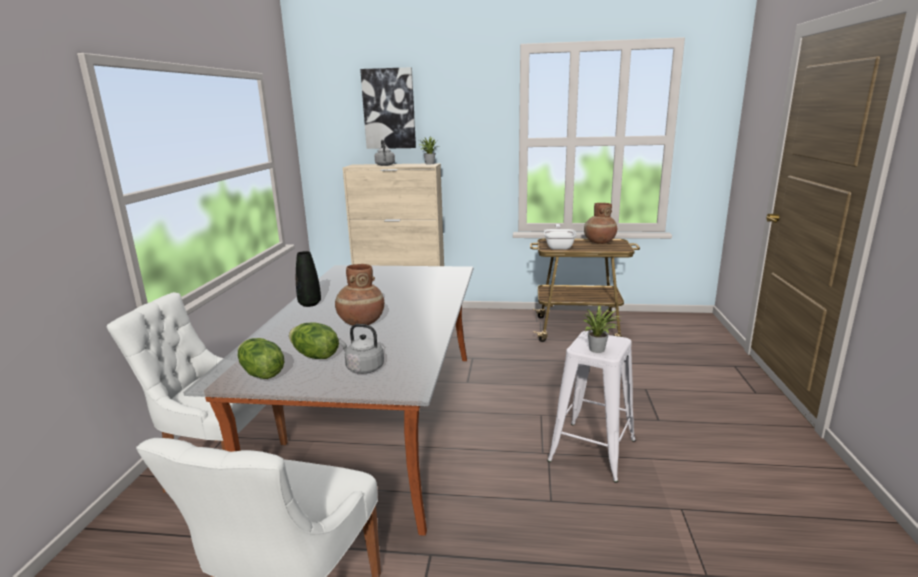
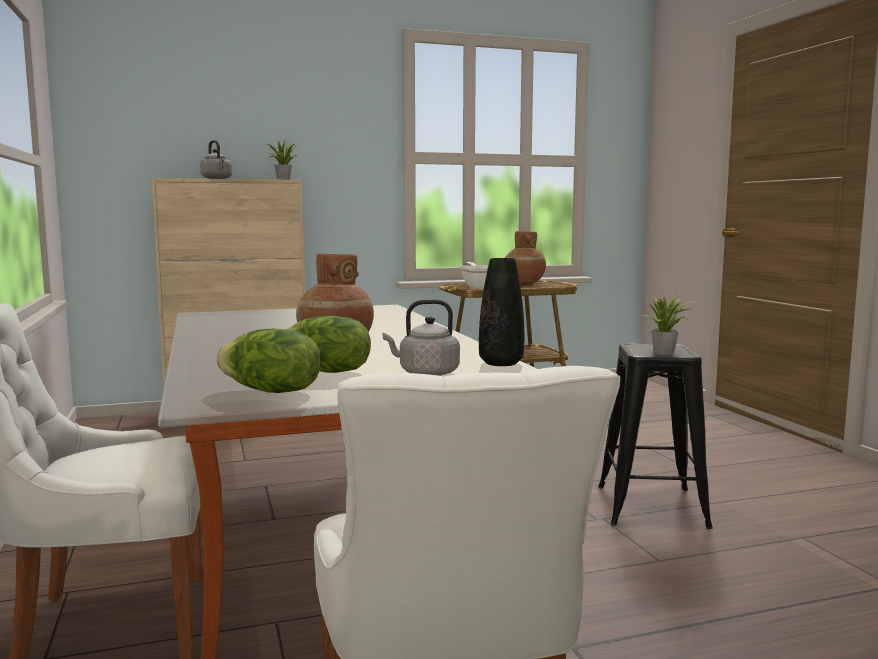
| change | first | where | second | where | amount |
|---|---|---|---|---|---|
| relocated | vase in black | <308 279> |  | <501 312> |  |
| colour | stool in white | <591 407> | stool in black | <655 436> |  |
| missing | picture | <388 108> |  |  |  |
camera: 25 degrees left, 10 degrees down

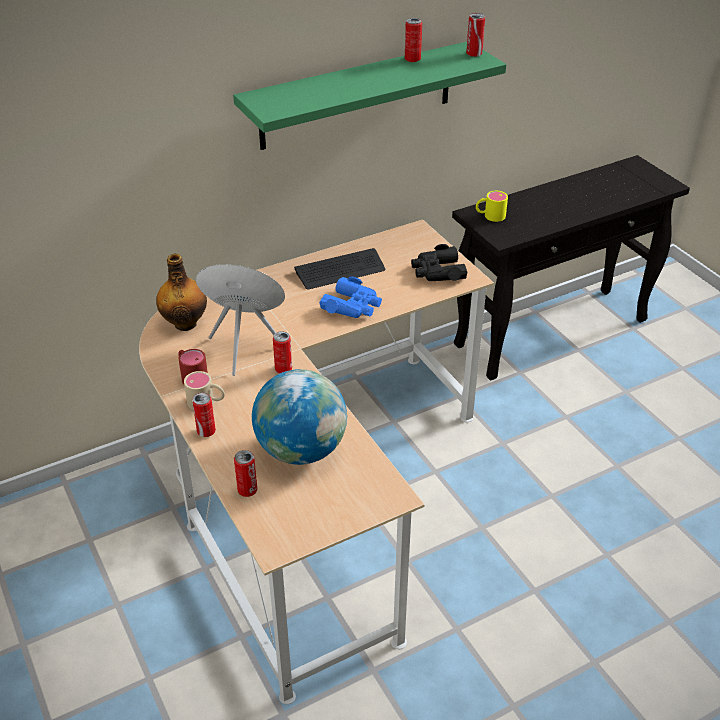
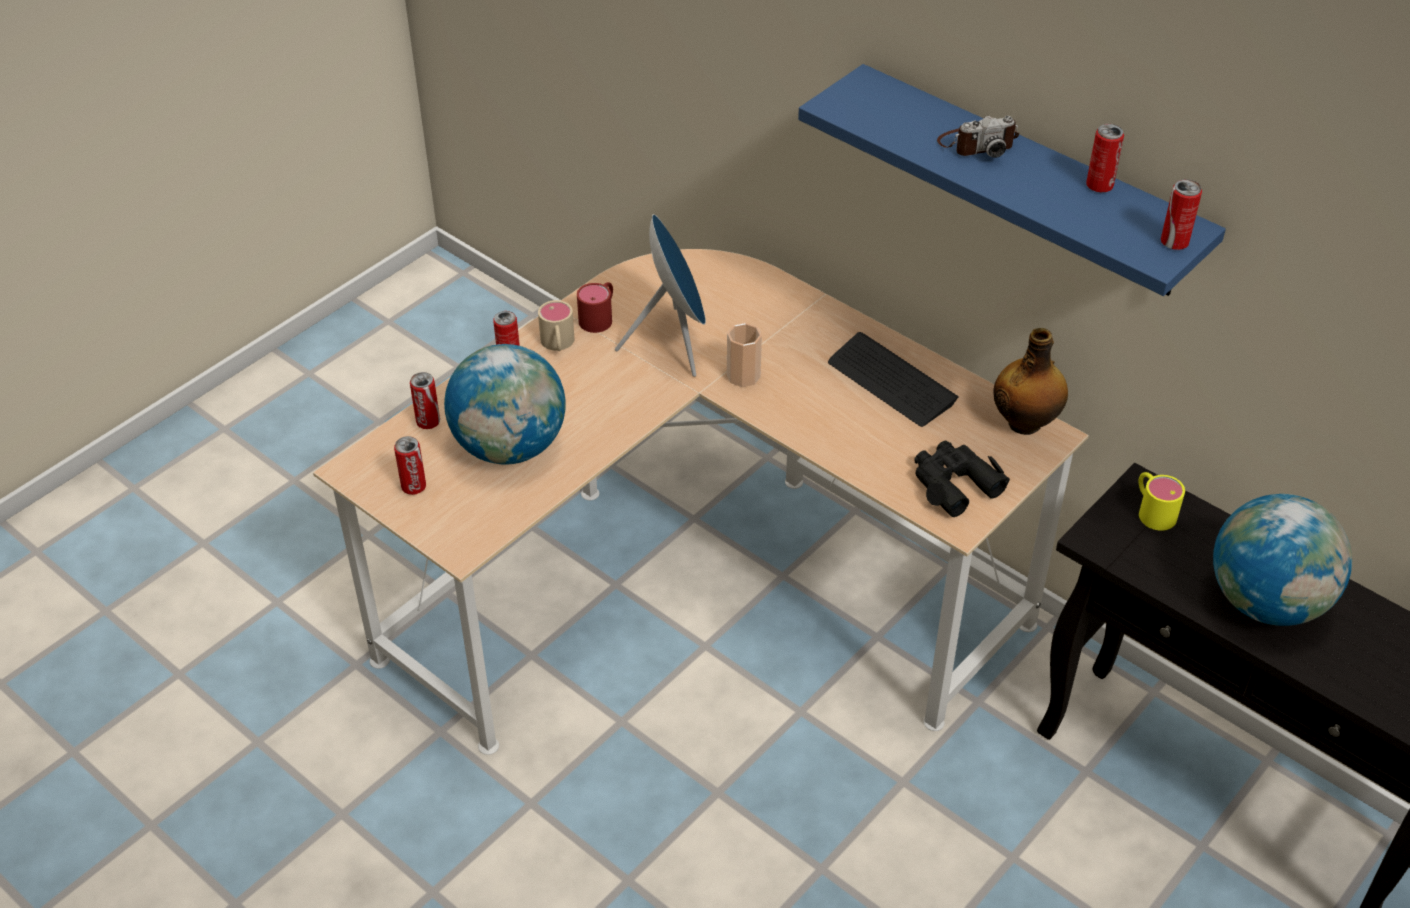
| change | first | where | second | where | amount |
|---|---|---|---|---|---|
| relocated | can | <282 352> |  | <410 465> |  |
| appeared |  |  | cup | <744 355> |  |
| colour | shelf in green | <369 96> | shelf in blue | <1012 180> |  |
| appeared |  |  | photo camera | <978 137> |  |
| relocated | bottle | <181 292> |  | <1031 381> |  |
| appeared |  |  | globe | <1282 560> |  |
| missing | binoculars in blue | <350 297> |  |  |  |
camera: 70 degrees right, 5 degrees up

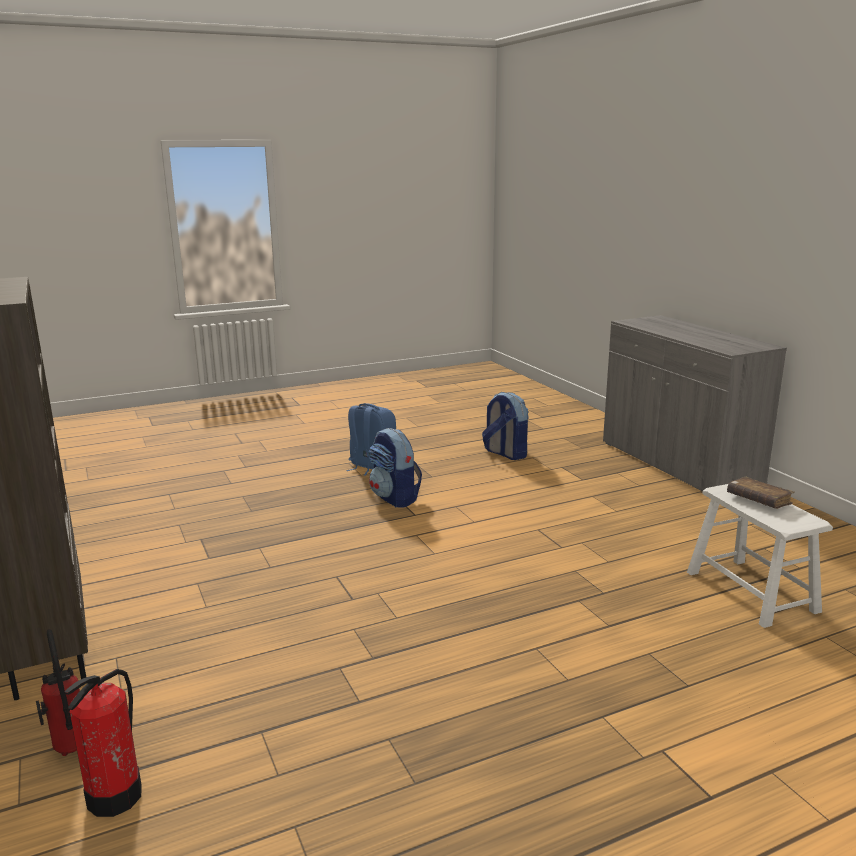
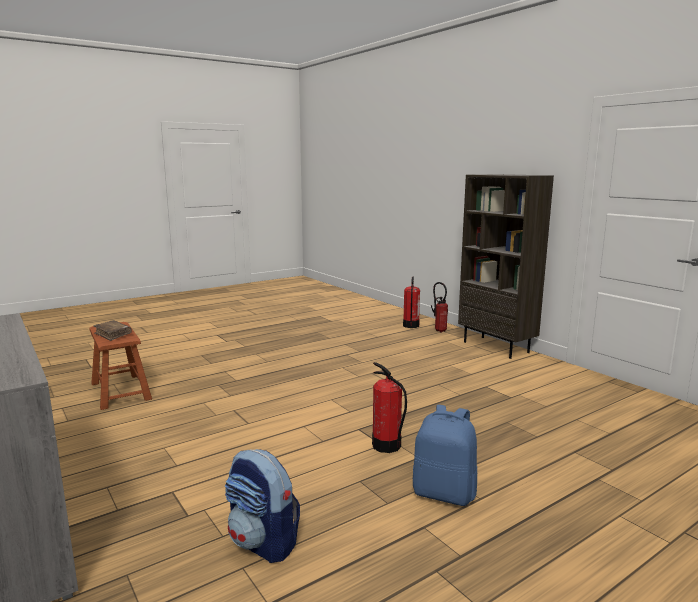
| change | first | where | second | where | amount |
|---|---|---|---|---|---|
| colour | stool in white | <760 556> | stool in brown | <120 366> |  |
| exchanged | backpack | <395 467> | fire extinguisher | <389 407> |  |
camera: 170 degrees right, 5 degrees down

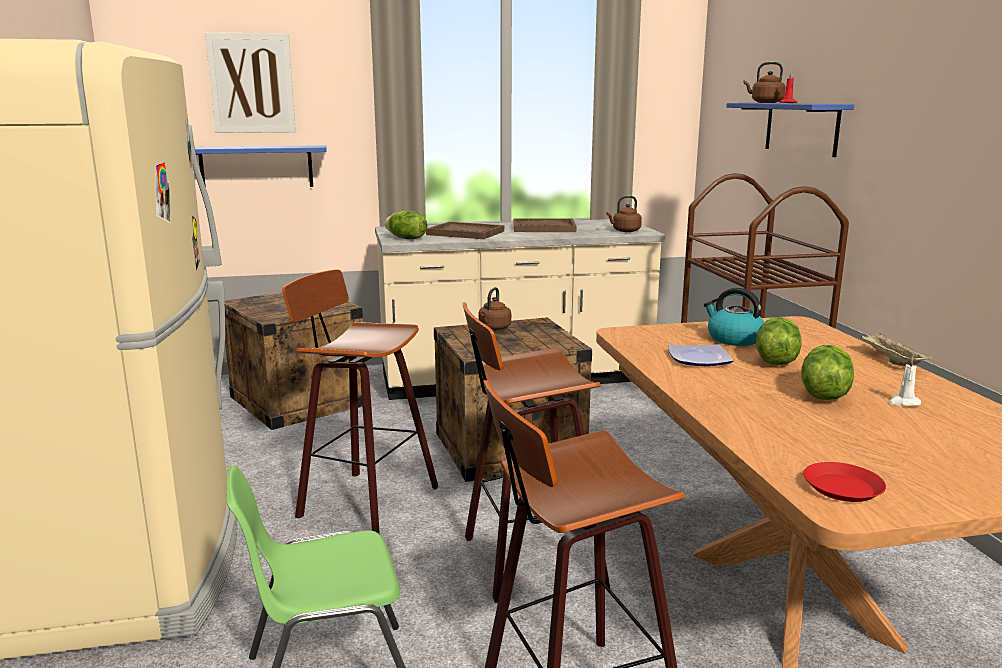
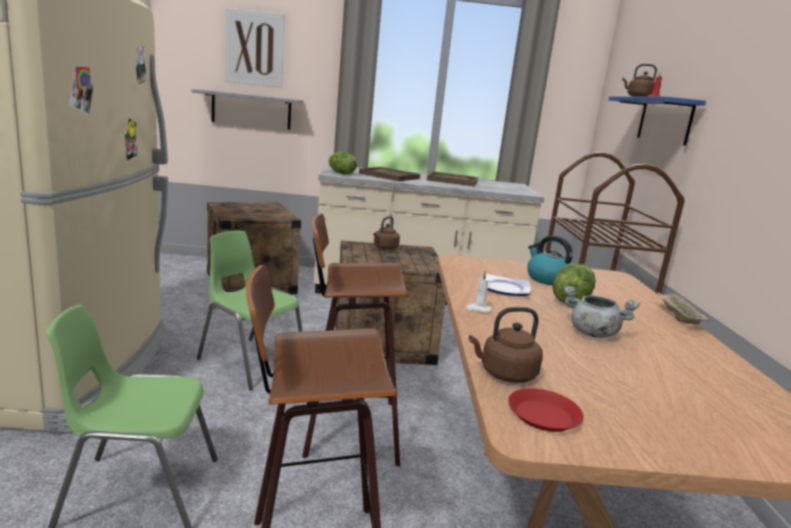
| change | first | where | second | where | amount |
|---|---|---|---|---|---|
| colour | shelf in blue | <261 166> | shelf in grey | <247 109> |  |
| exchanged | stool | <360 402> | chair in green | <250 310> |  |
| relocated | candle in white | <904 381> |  | <478 292> |  |
| relocated | kettle in brown | <624 214> |  | <506 345> |  |
| exchanged | lettuce | <827 372> | cooking pot in grey | <601 312> |  |
camera: 10 degrees right, 0 degrees up

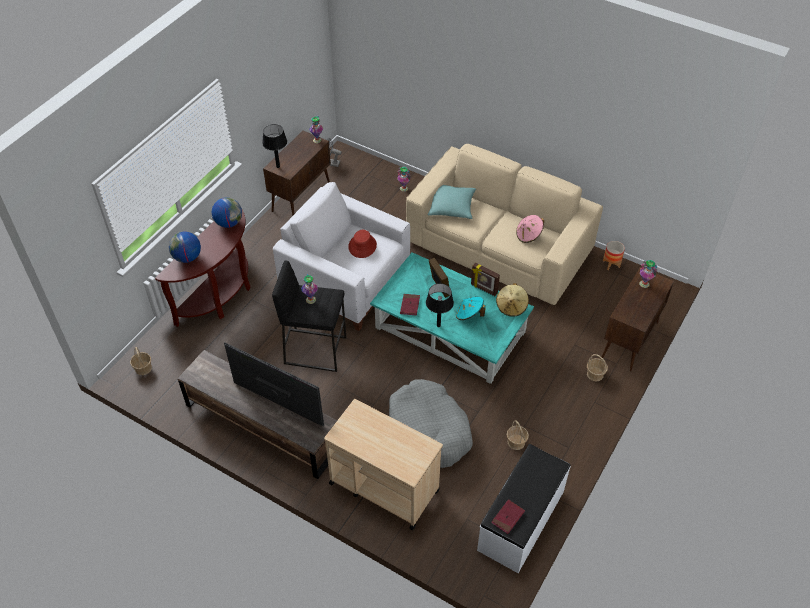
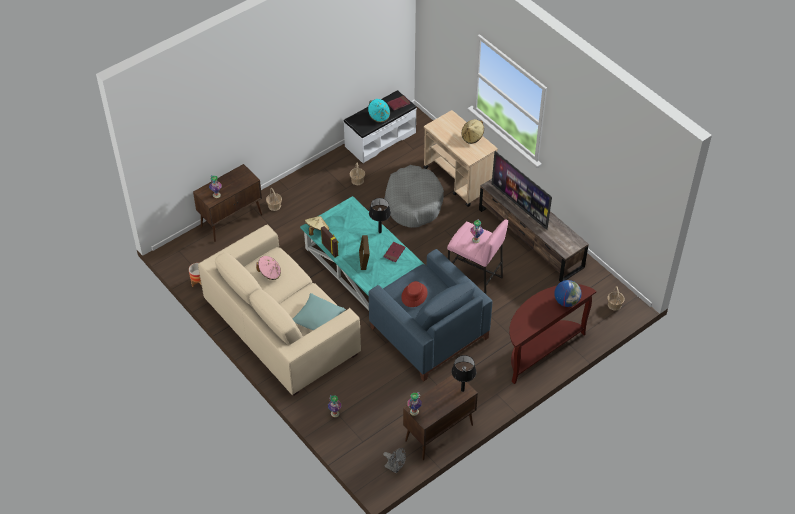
| change | first | where | second | where | amount |
|---|---|---|---|---|---|
| relocated | hat in turquoise | <471 308> |  | <379 111> |  |
| colour | armchair in white | <341 256> | armchair in blue | <430 315> |  |
| colour | stool in black | <309 316> | stool in pink | <477 257> |  |
| appeared |  |  | hat in beige | <473 131> |  |
| missing | globe | <227 212> |  |  |  |
camera: 160 degrees left, 0 degrees up

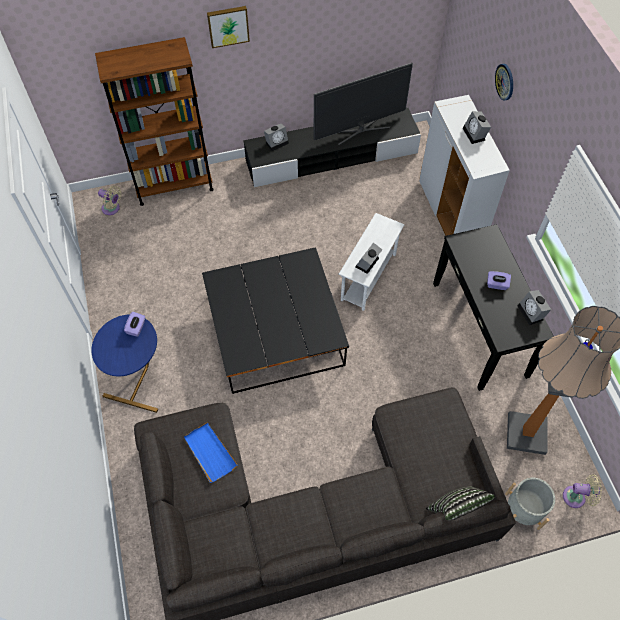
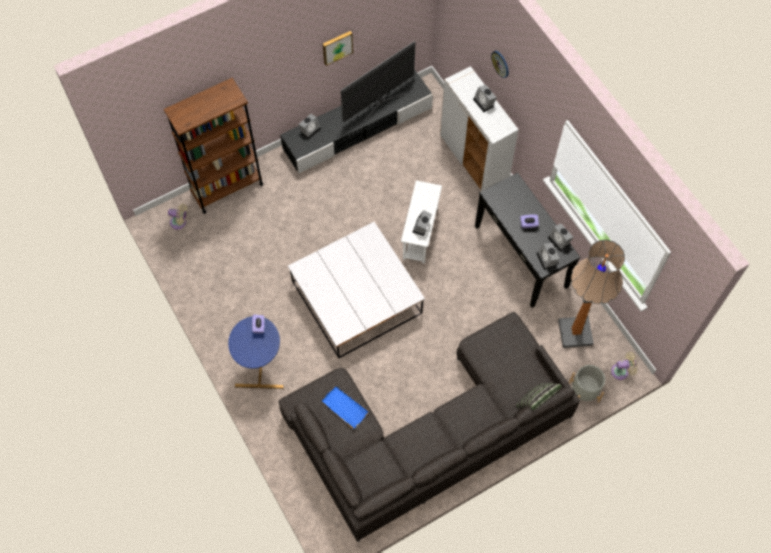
| change | first | where | second | where | amount |
|---|---|---|---|---|---|
| colour | coffee table in black | <275 320> | coffee table in white | <356 290> |  |
| relocated | picture | <228 27> |  | <338 48> |  |
| appeared |  |  | alarm clock | <548 256> |  |
camera: 15 degrees left, 5 degrees up

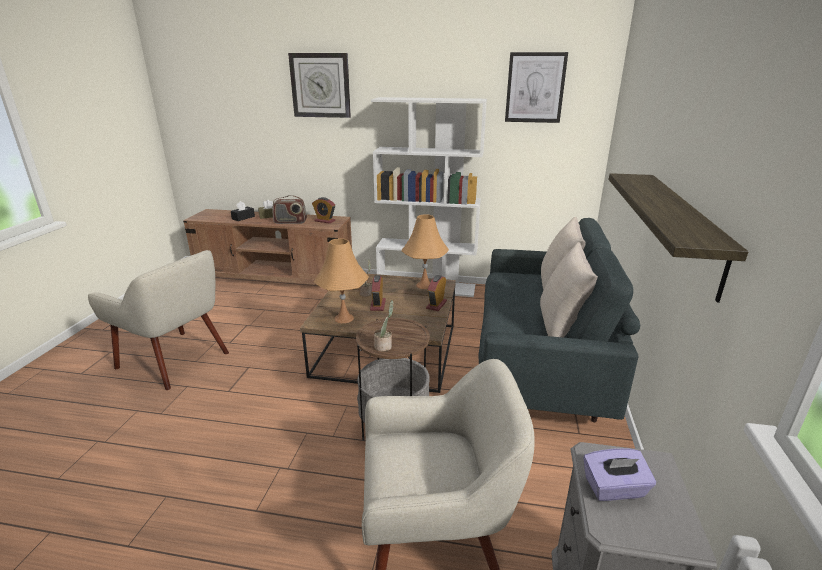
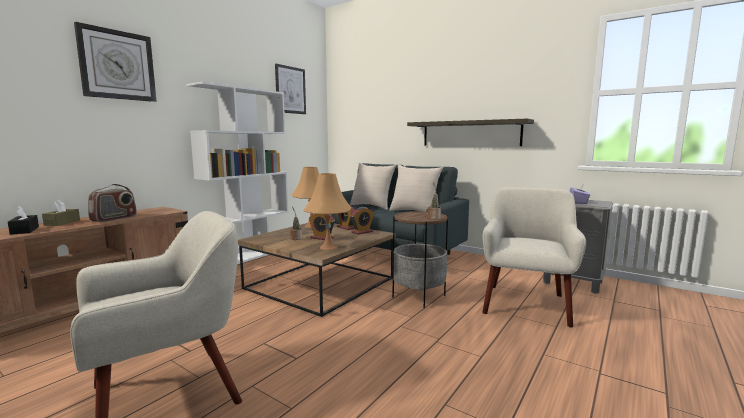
| change | first | where | second | where | amount |
|---|---|---|---|---|---|
| relocated | alarm clock | <323 210> |  | <362 221> |  |
camera: 65 degrees left, 15 degrees down

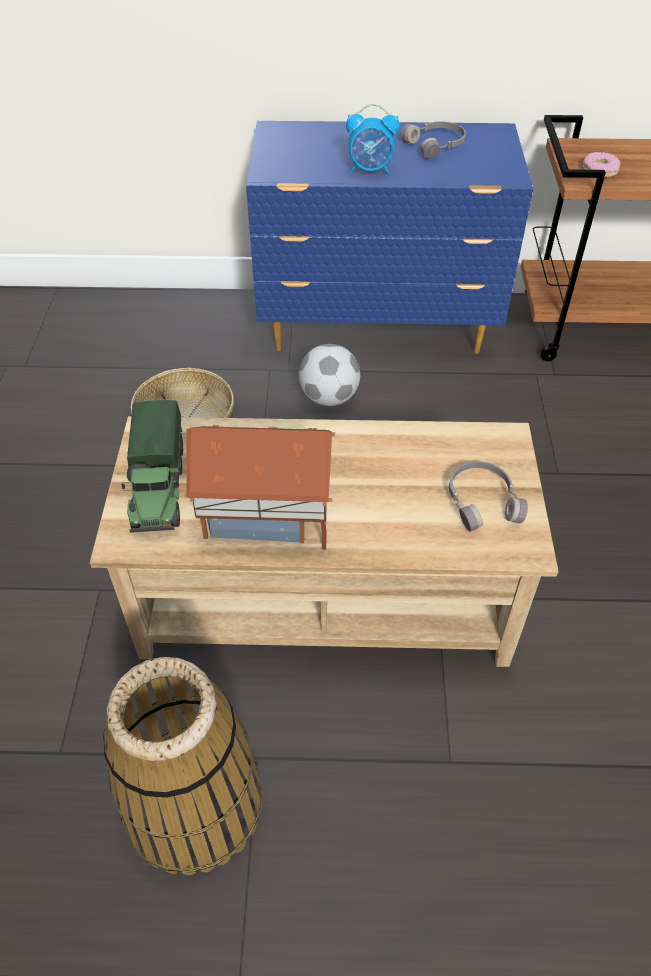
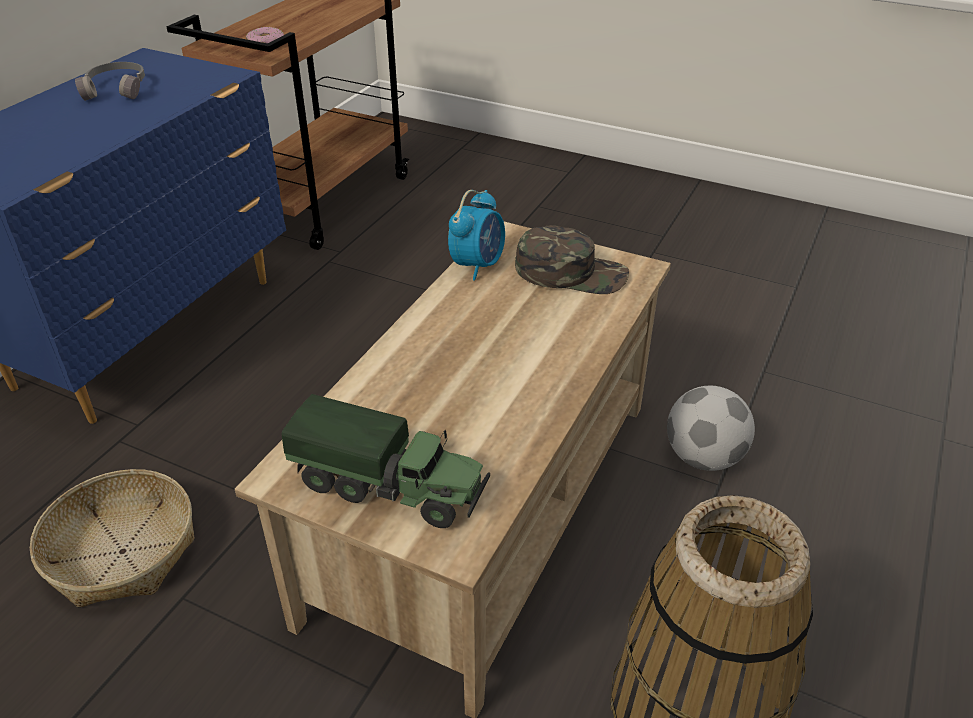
| change | first | where | second | where | amount |
|---|---|---|---|---|---|
| relocated | alarm clock | <373 139> |  | <476 235> |  |
| exchanged | headphones in grey | <488 496> | cap in green | <572 259> |  |
| relocated | football | <329 375> |  | <711 428> |  |
| missing | toy house | <259 487> |  |  |  |
camera: 65 degrees left, 10 degrees down

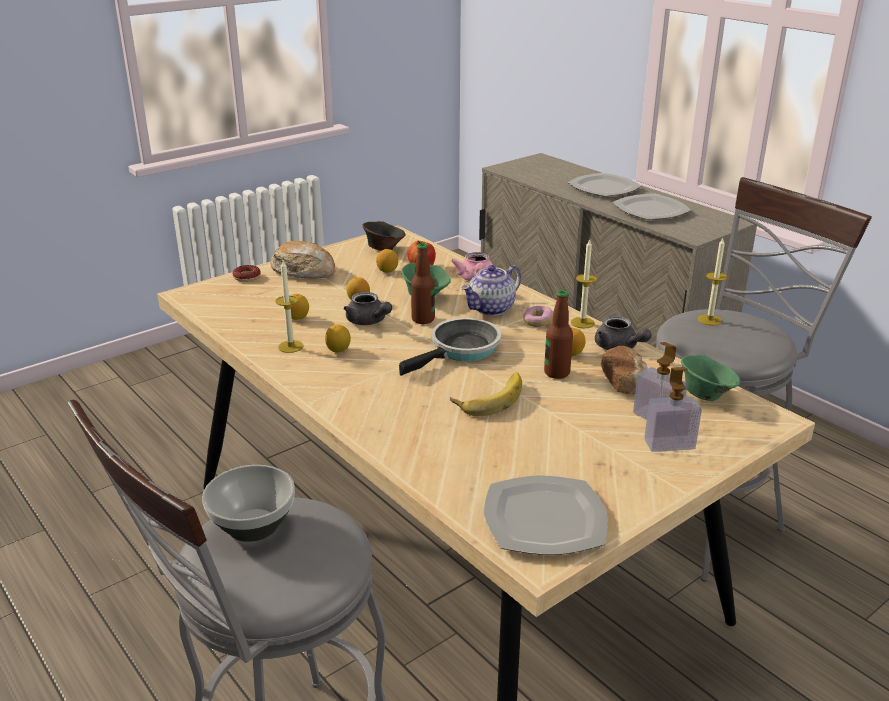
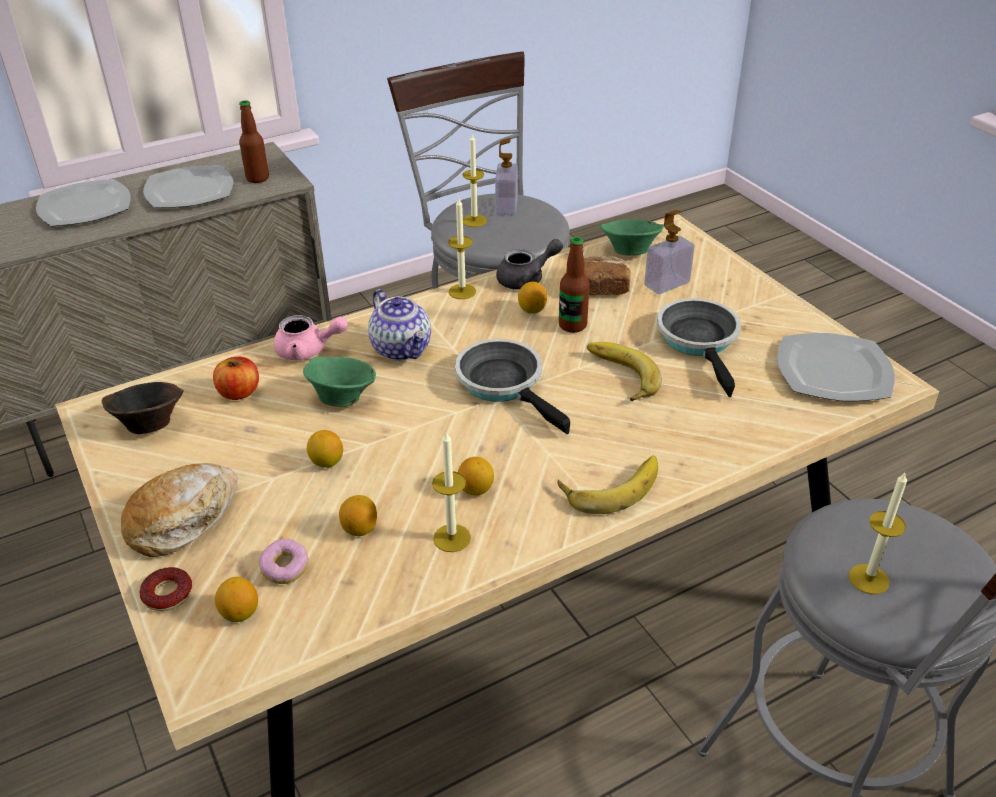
| change | first | where | second | where | amount |
|---|---|---|---|---|---|
| relocated | lemon | <387 261> |  | <236 599> |  |
| relocated | bottle | <423 284> |  | <254 141> |  |
| relocated | donut | <538 316> |  | <284 561> |  |
| relocated | soap dispenser | <673 409> |  | <506 176> |  |
| appeared |  |  | banana | <608 485> |  |
| appeared |  |  | frying pan | <699 347> |  |
| exchanged | bowl | <248 503> | candle | <878 532> |  |
| missing | teapot in grey | <368 308> |  |  |  |
camera: 80 degrees left, 10 degrees up

